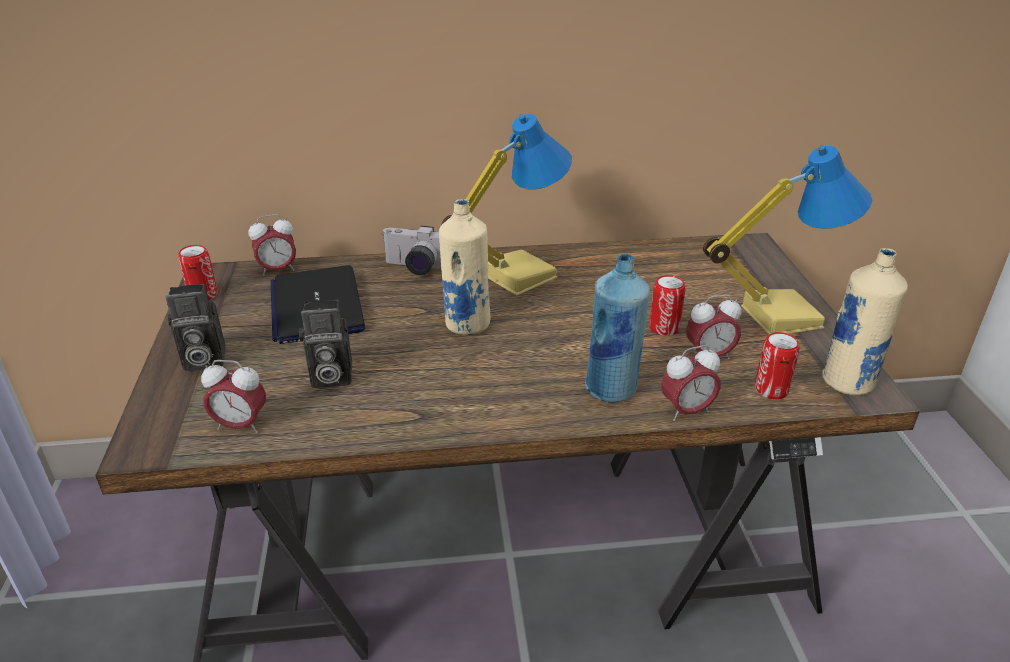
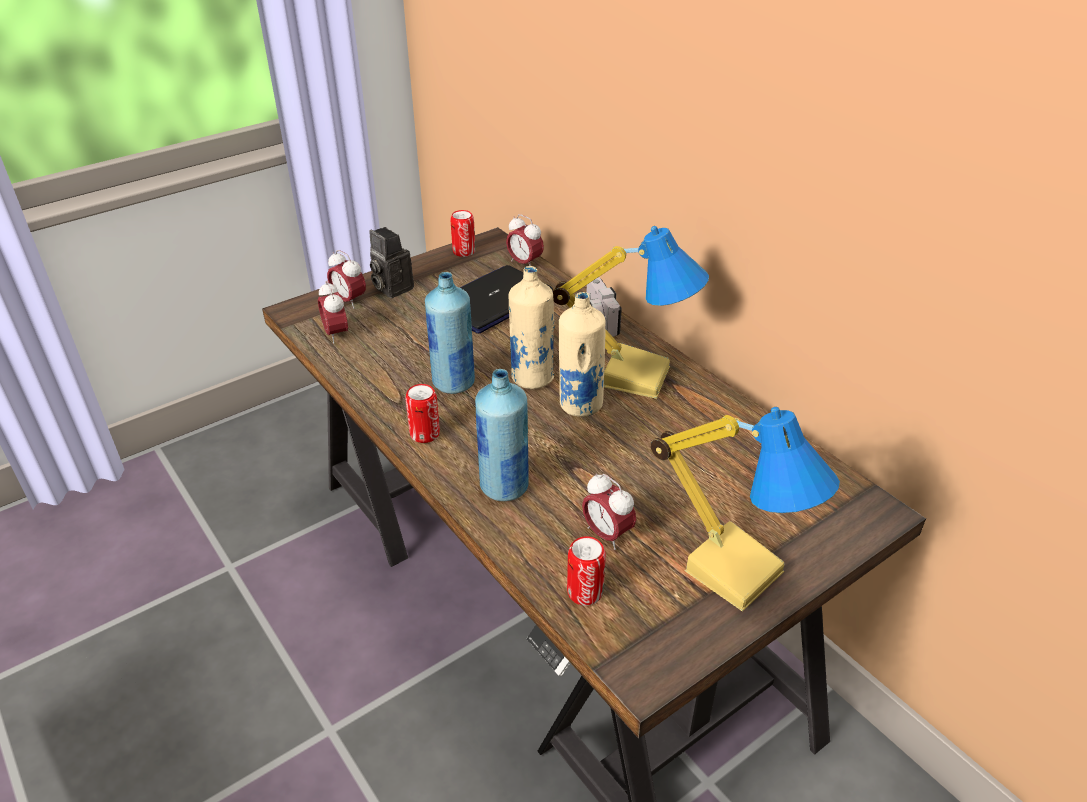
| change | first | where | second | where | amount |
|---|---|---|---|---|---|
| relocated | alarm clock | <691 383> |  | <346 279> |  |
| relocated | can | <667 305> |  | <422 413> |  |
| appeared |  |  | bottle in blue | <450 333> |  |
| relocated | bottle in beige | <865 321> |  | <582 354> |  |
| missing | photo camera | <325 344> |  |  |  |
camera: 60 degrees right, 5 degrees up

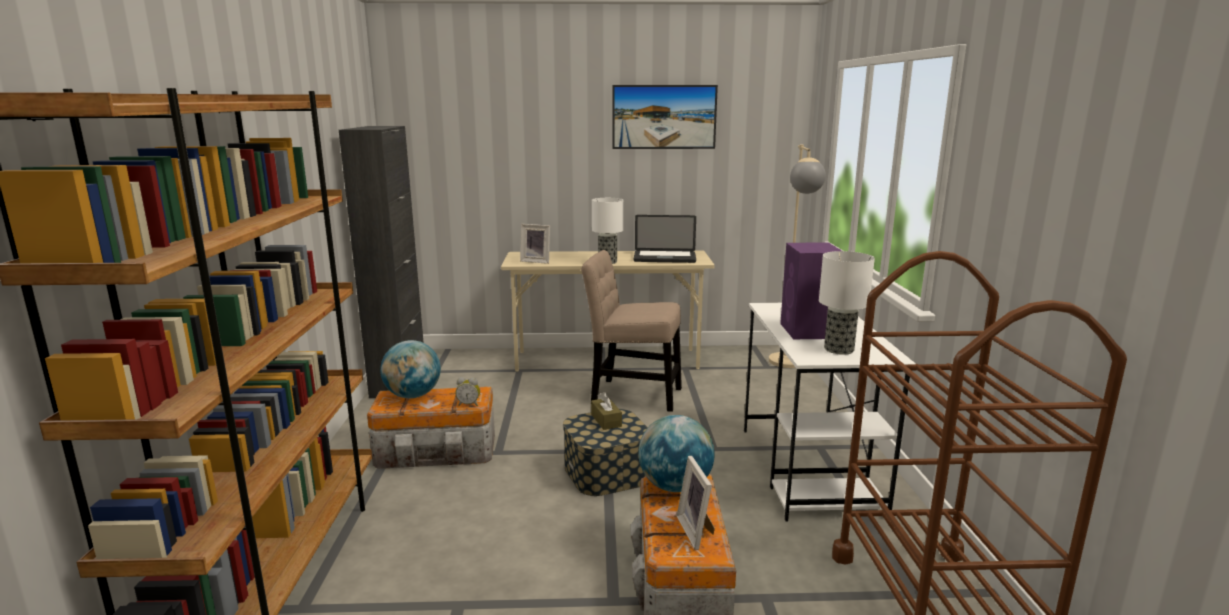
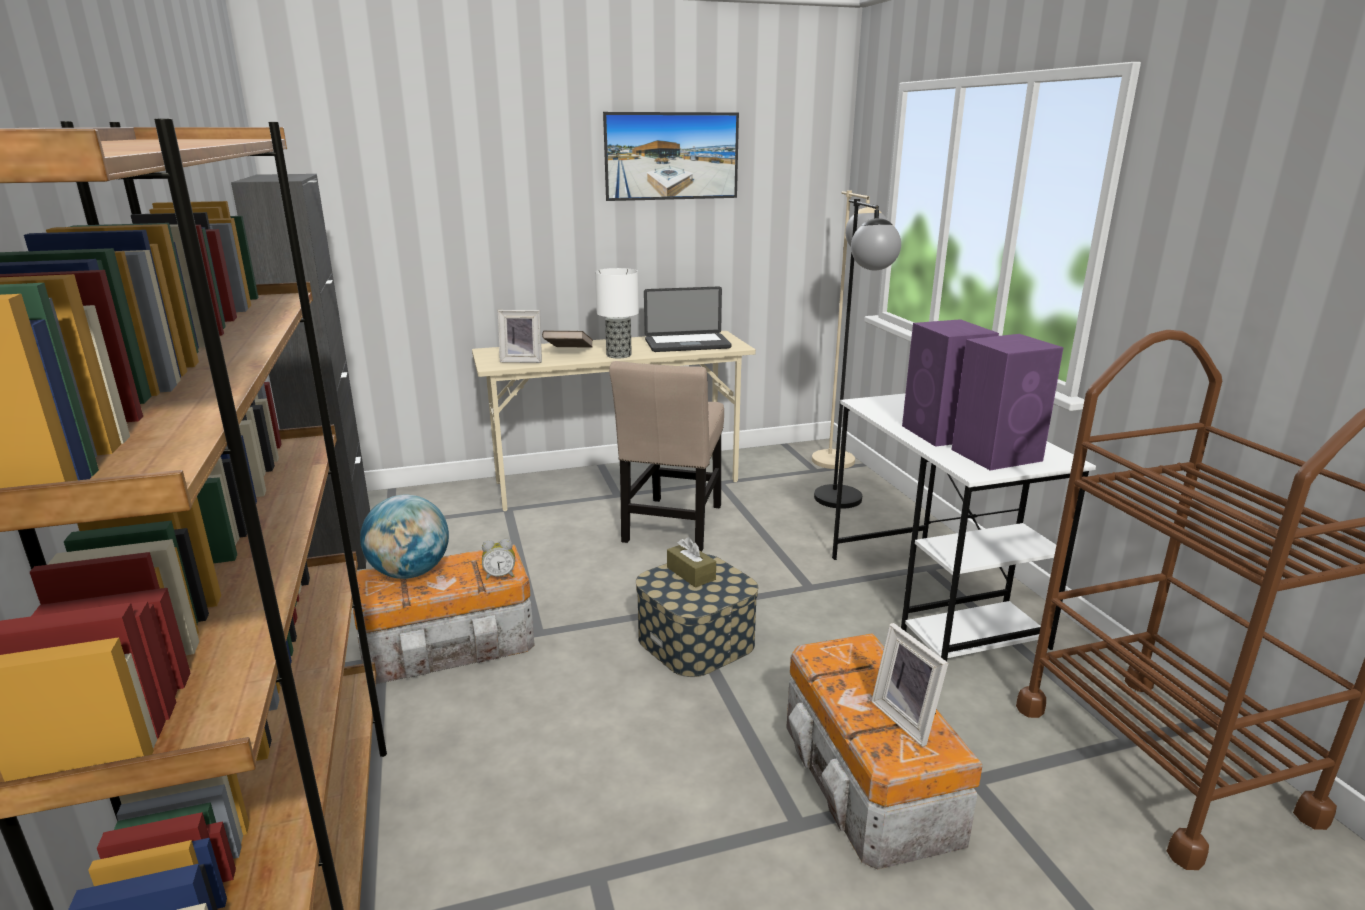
| change | first | where | second | where | amount |
|---|---|---|---|---|---|
| appeared |  |  | book in brown | <567 339> |  |
| spun | chair in beige | <631 331> |  | <666 456> | 75 degrees counterclockwise |
| appeared |  |  | floor lamp in black | <857 354> |  |
| exchanged | table lamp | <847 303> | speaker in purple | <1007 402> |  |
| missing | globe | <676 453> |  |  |  |
camera: 15 degrees left, 5 degrees up

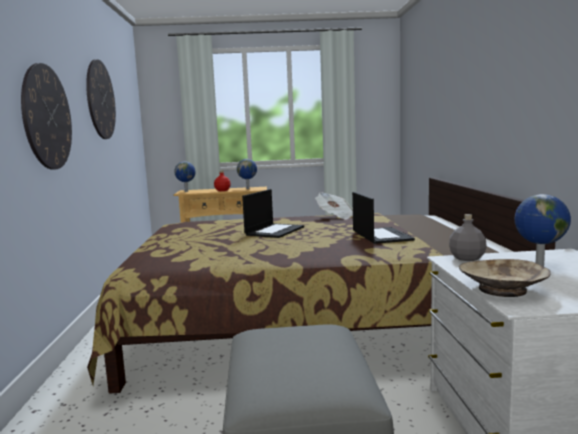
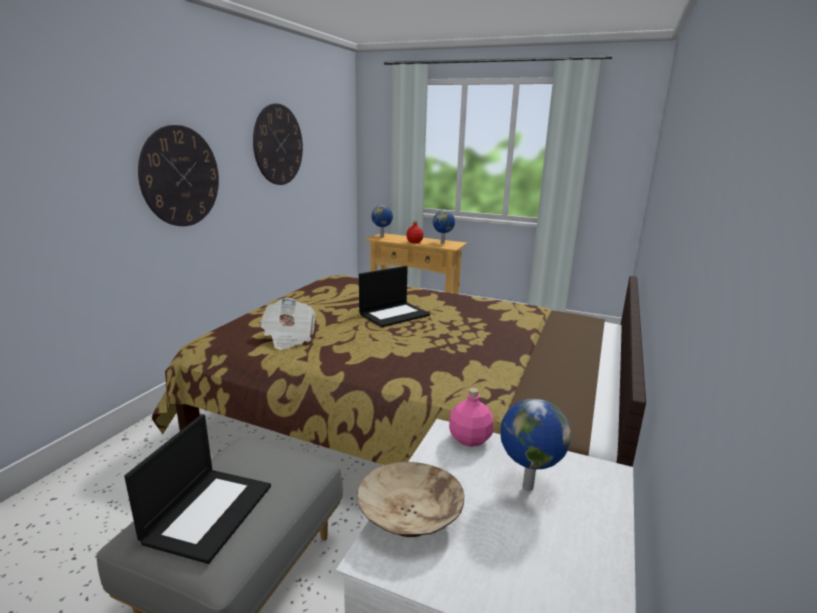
| change | first | where | second | where | amount |
|---|---|---|---|---|---|
| relocated | laptop | <383 218> |  | <197 489> |  |
| relocated | newspaper | <334 206> |  | <288 324> |  |
| colour | bottle in grey | <468 237> | bottle in pink | <471 417> |  |
camera: 25 degrees right, 10 degrees up

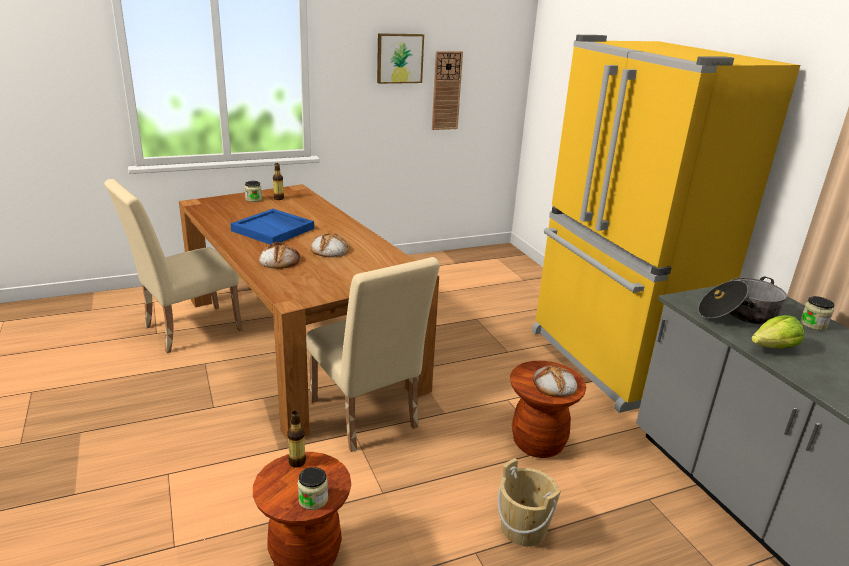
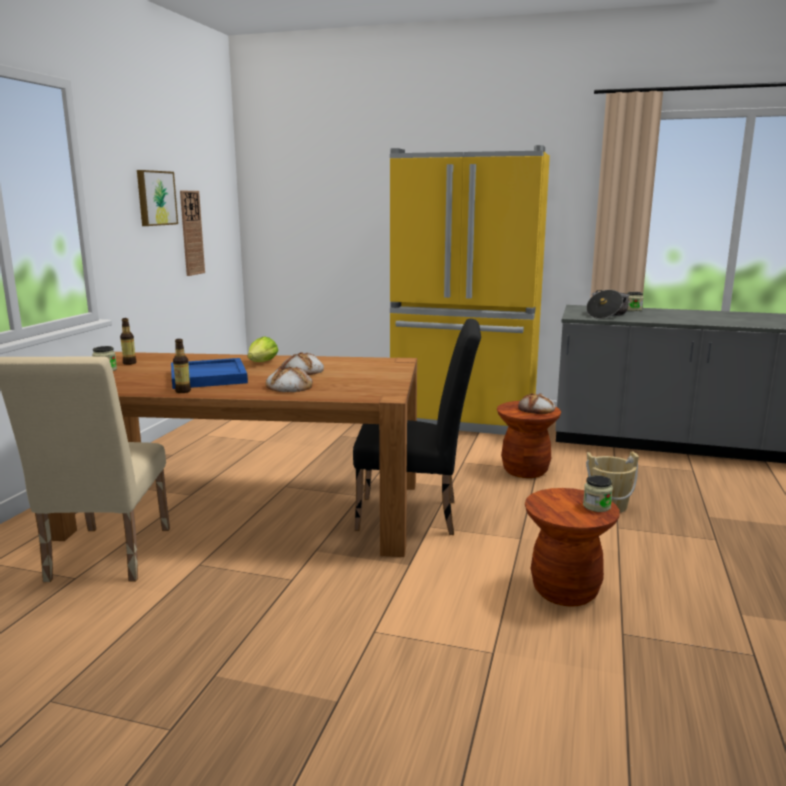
| change | first | where | second | where | amount |
|---|---|---|---|---|---|
| relocated | bottle | <296 439> |  | <182 366> |  |
| relocated | lettuce | <777 331> |  | <263 349> |  |
| colour | chair in beige | <373 354> | chair in black | <417 427> |  |
camera: 50 degrees left, 10 degrees down

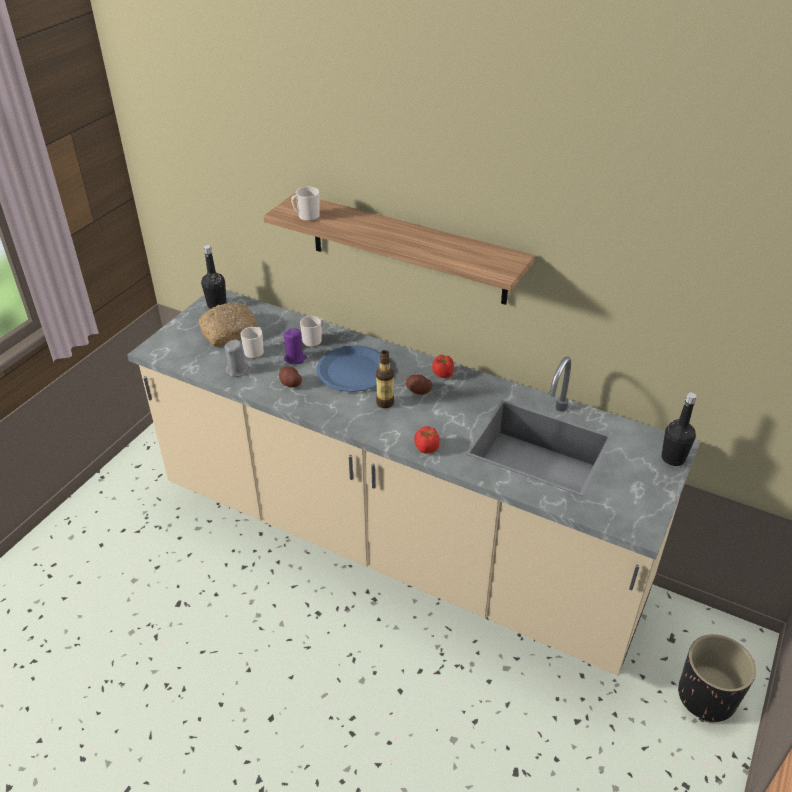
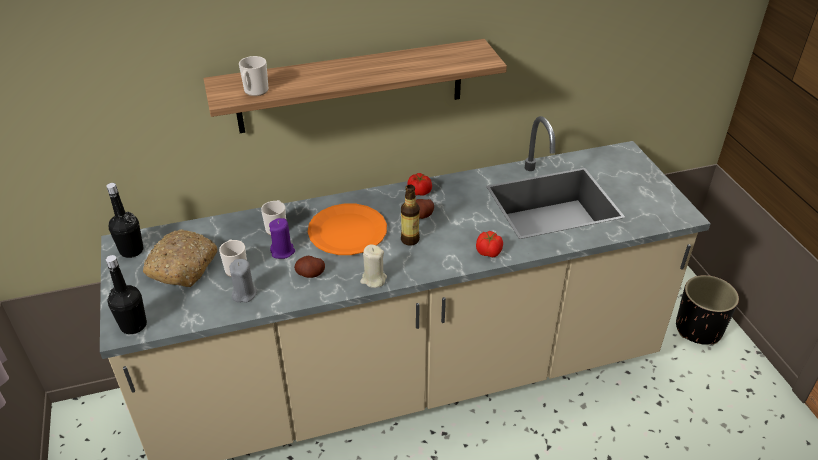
| change | first | where | second | where | amount |
|---|---|---|---|---|---|
| relocated | bottle in black | <679 429> |  | <126 294> |  |
| colour | plate in blue | <348 368> | plate in orange | <347 229> |  |
| appeared |  |  | candle in beige | <373 266> |  |
camera: 45 degrees left, 0 degrees up

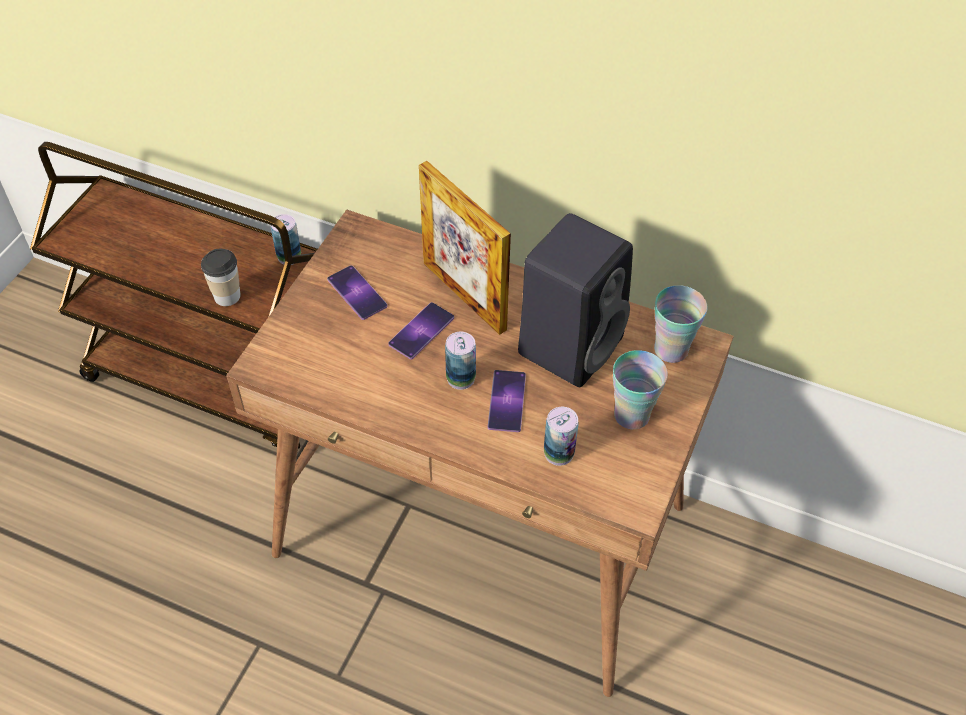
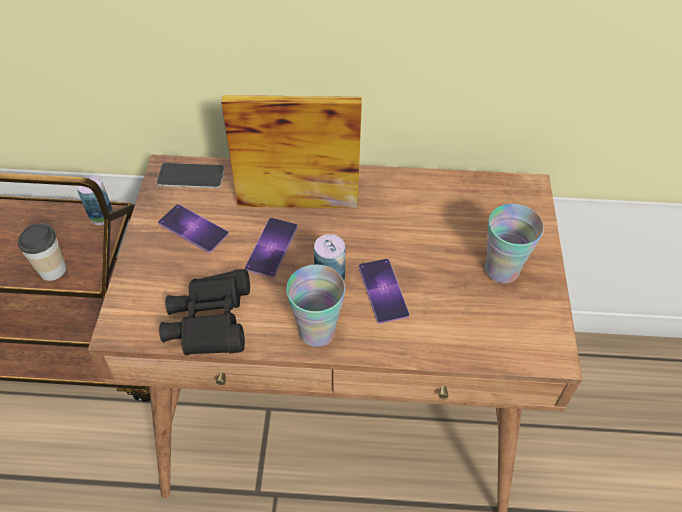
| change | first | where | second | where | amount |
|---|---|---|---|---|---|
| appeared |  |  | phone | <190 175> |  |
| appeared |  |  | binoculars in black | <204 312> |  |
| spun | picture frame | <465 248> |  | <291 151> | 150 degrees clockwise |
| relocated | cup | <680 324> |  | <315 306> |  |
| missing | speaker in black | <575 300> |  |  |  |
| missing | can | <561 436> |  |  |  |
camera: 20 degrees left, 0 degrees up

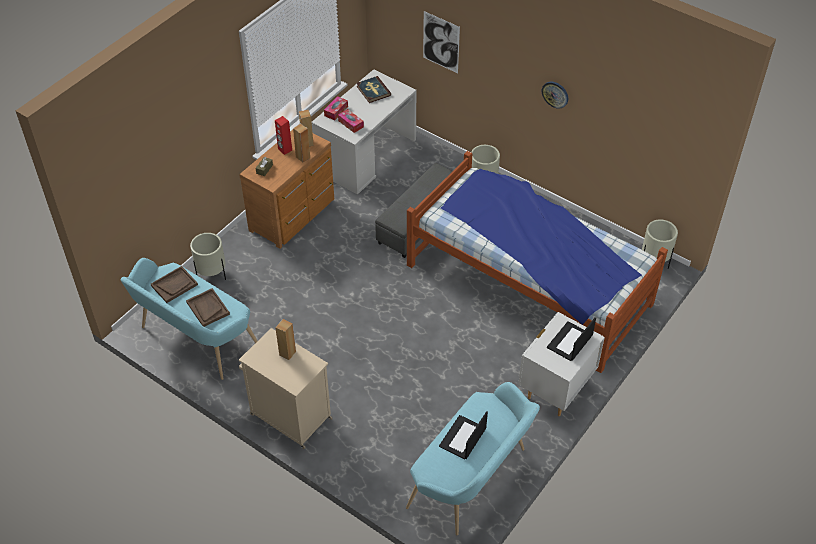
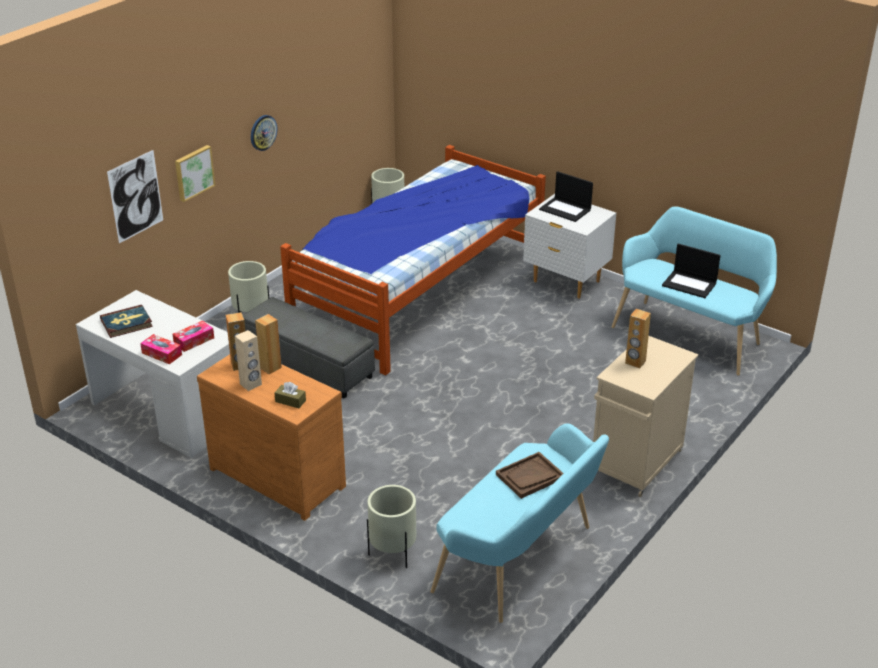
| change | first | where | second | where | amount |
|---|---|---|---|---|---|
| appeared |  |  | picture | <195 173> |  |
| colour | speaker in red | <283 135> | speaker in beige | <248 360> |  |
| missing | tray in brown | <174 284> |  |  |  |
camera: 90 degrees left, 15 degrees down

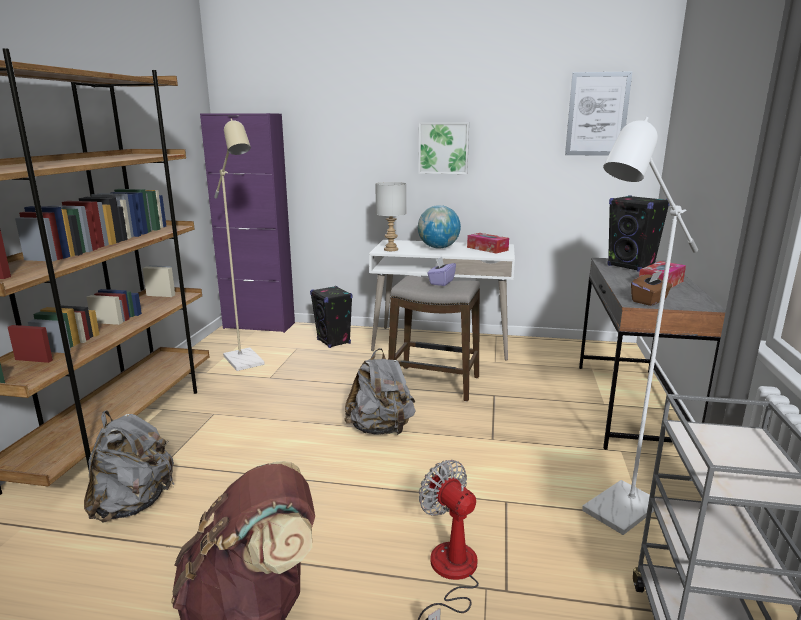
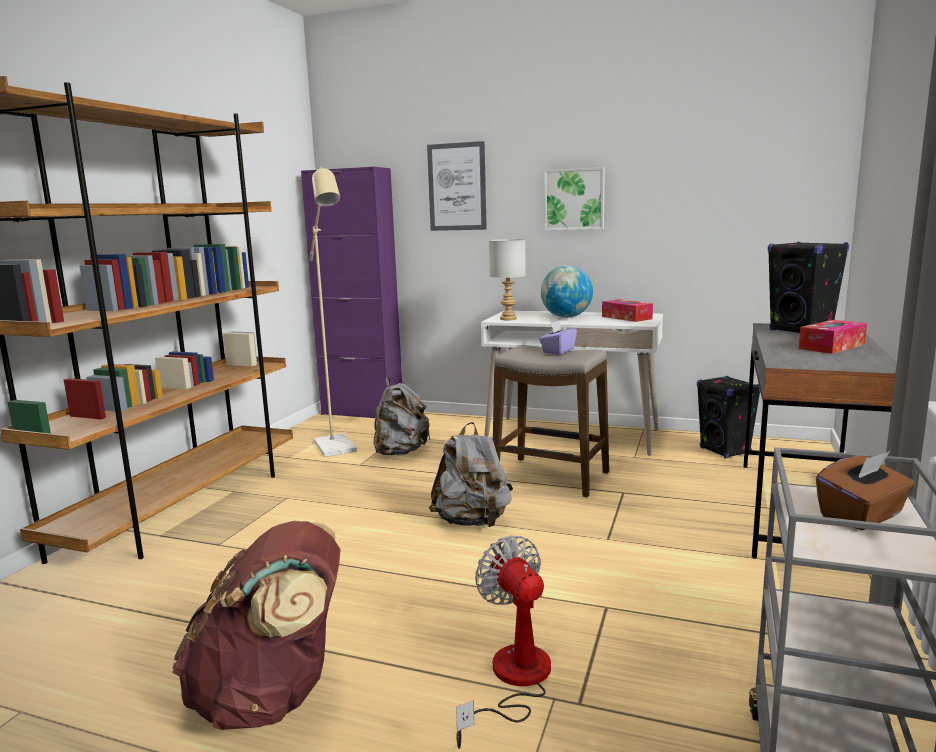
| change | first | where | second | where | amount |
|---|---|---|---|---|---|
| relocated | backpack in grey | <129 466> |  | <402 416> |  |
| relocated | picture | <598 114> |  | <457 186> |  |
| relocated | speaker in black | <331 317> |  | <728 417> |  |
| relocated | tissue box in brown | <651 288> |  | <865 490> |  |
| missing | floor lamp in white | <640 326> |  |  |  |
camera: 10 degrees right, 5 degrees down

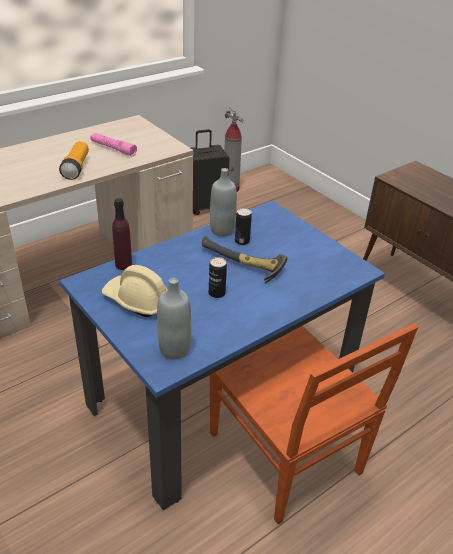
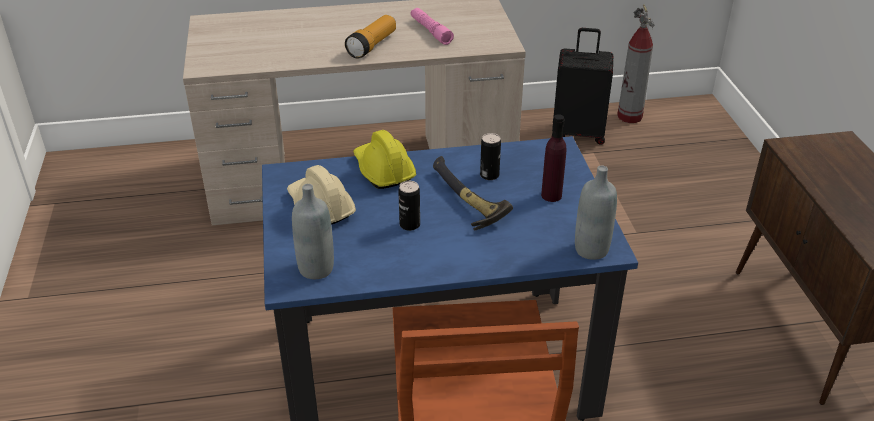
| change | first | where | second | where | amount |
|---|---|---|---|---|---|
| appeared |  |  | hard hat in yellow | <384 159> |  |
| relocated | bottle in purple | <122 234> |  | <554 158> |  |
| relocated | bottle in grey | <223 202> |  | <596 213> |  |
camera: 30 degrees right, 0 degrees up

